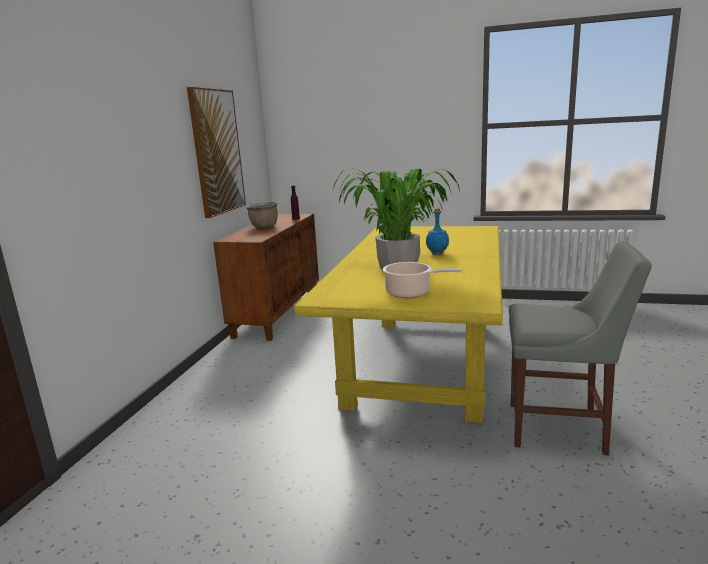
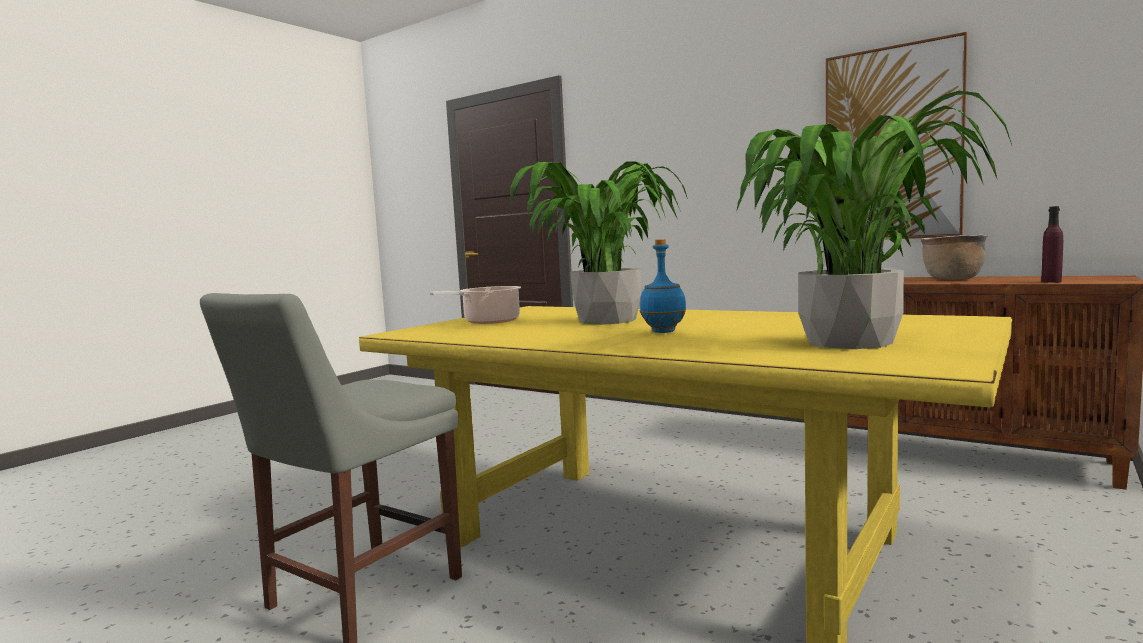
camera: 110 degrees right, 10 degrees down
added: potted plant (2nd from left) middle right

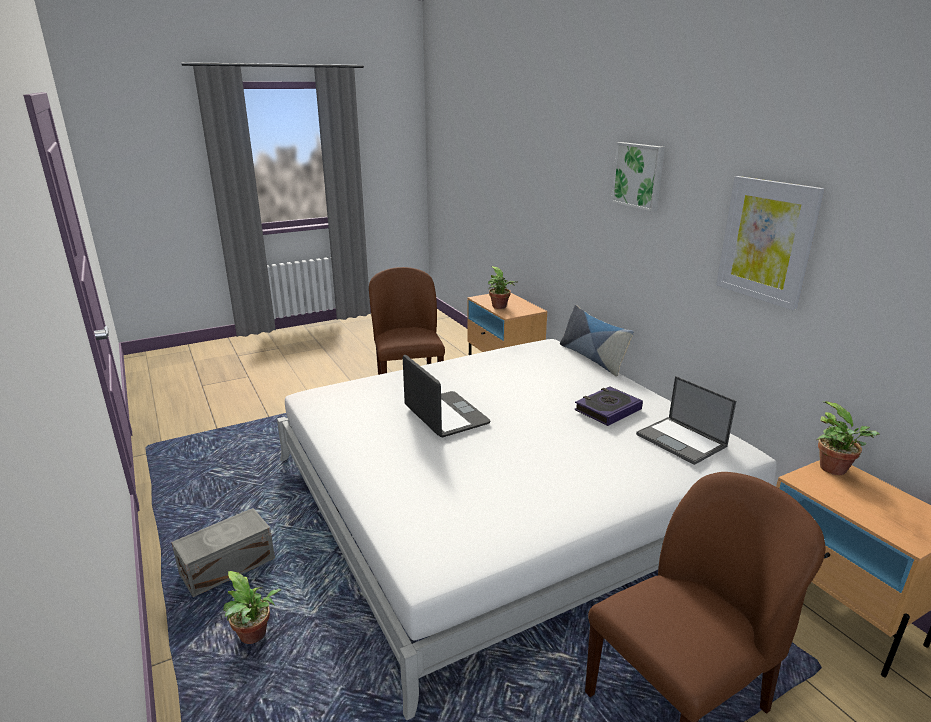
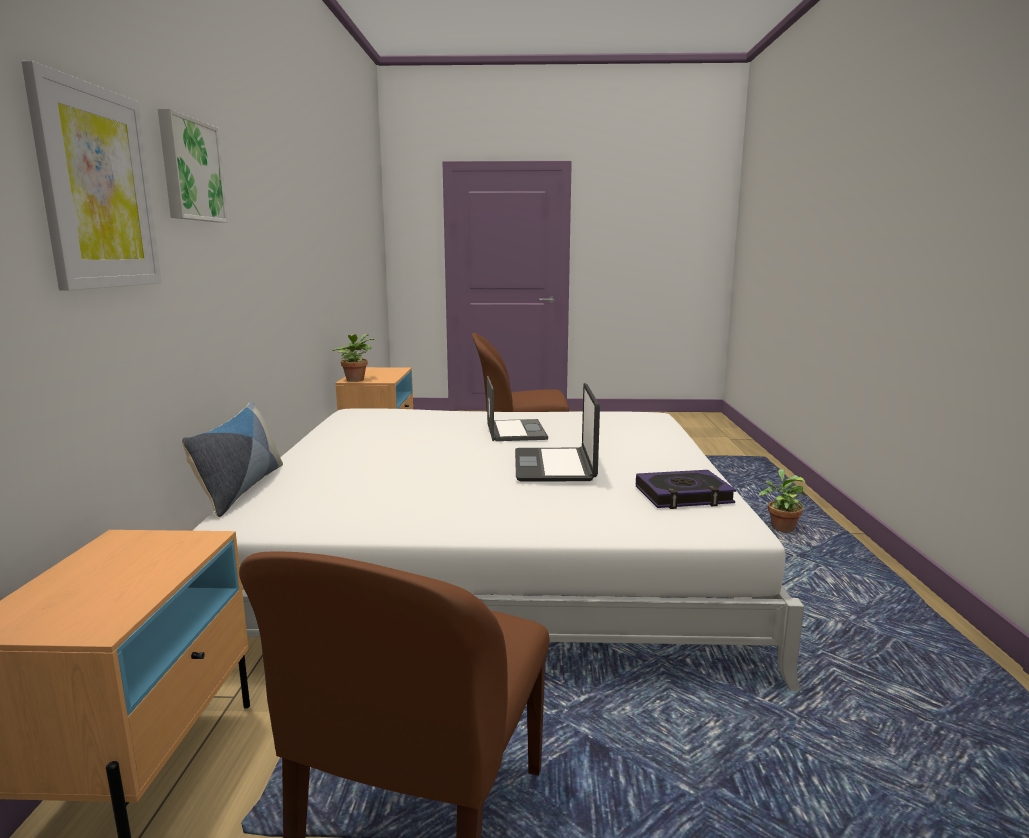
camera: 150 degrees left, 10 degrees down
removed: potted plant (2nd from left) centre; grey storage box bottom left
moved: picture (2nd from left in the first image) middle right to picture (1st from left) top left; laptop (2nd from left in the first image) middle right to laptop (1st from left) centre; book centre to middle right

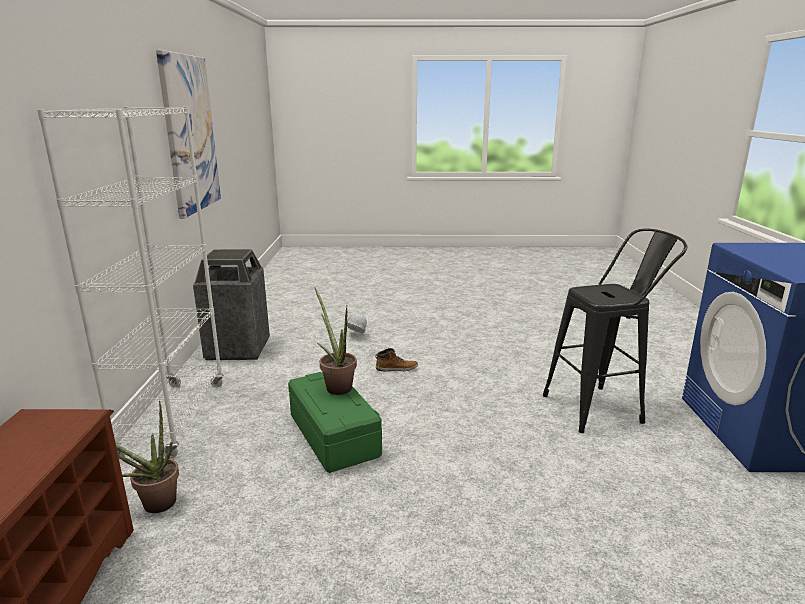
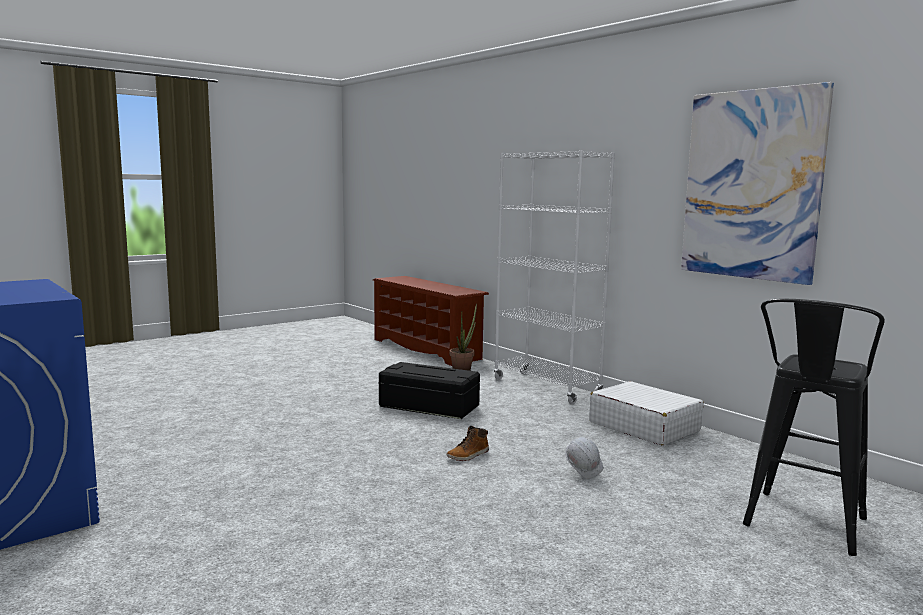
camera: 140 degrees right, 10 degrees down
removed: potted plant (2nd from left) centre
moved: black stool middle right to bottom right
replaced: trash can middle left to white suitcase bottom right
recoloured: green storage box bottom centre to black storage box centre

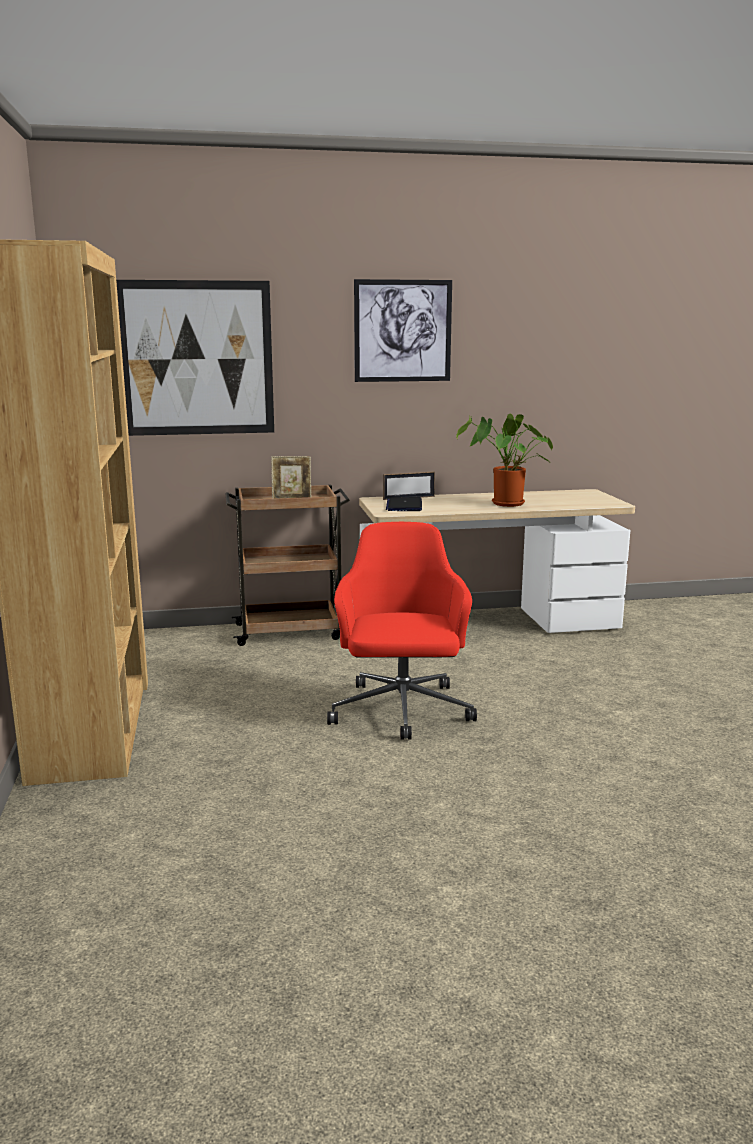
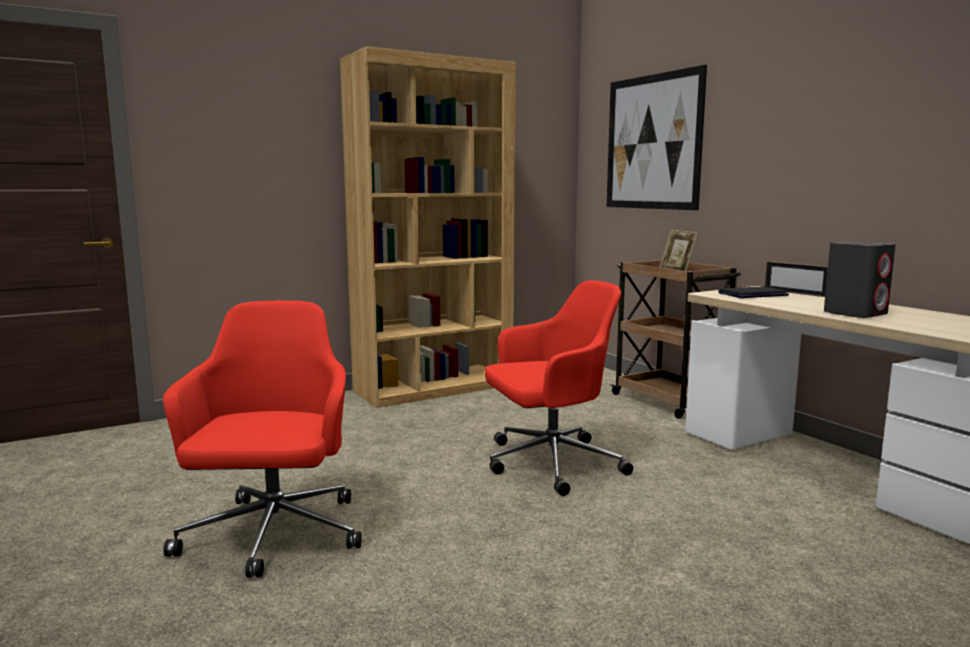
camera: 70 degrees right, 5 degrees down
removed: picture (2nd from left) top centre
added: red office chair (1st from left) bottom left
replaced: potted plant middle right to grey speaker middle right

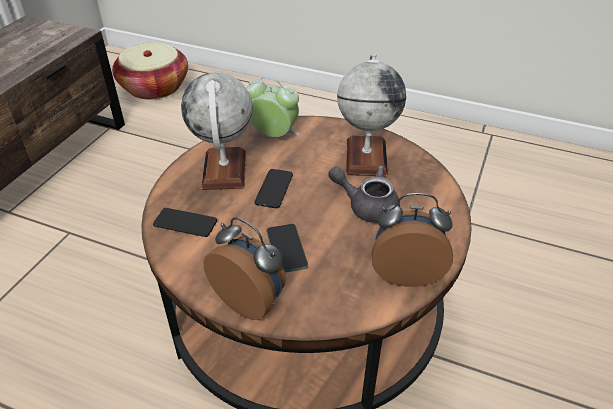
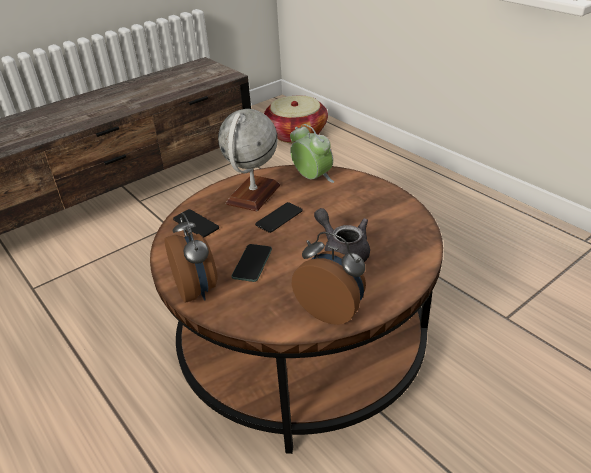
camera: 30 degrees right, 5 degrees down
removed: globe (2nd from left) top centre

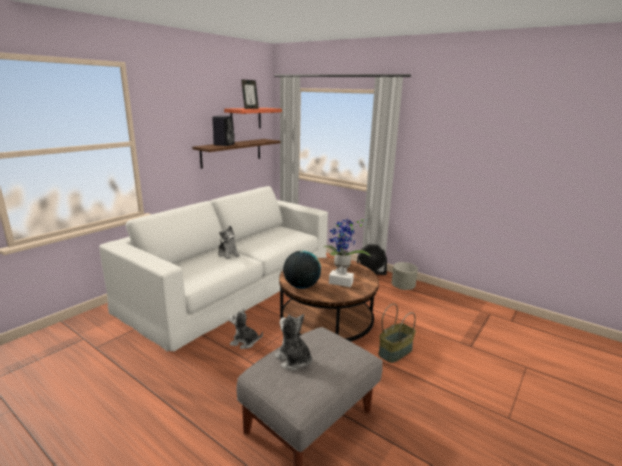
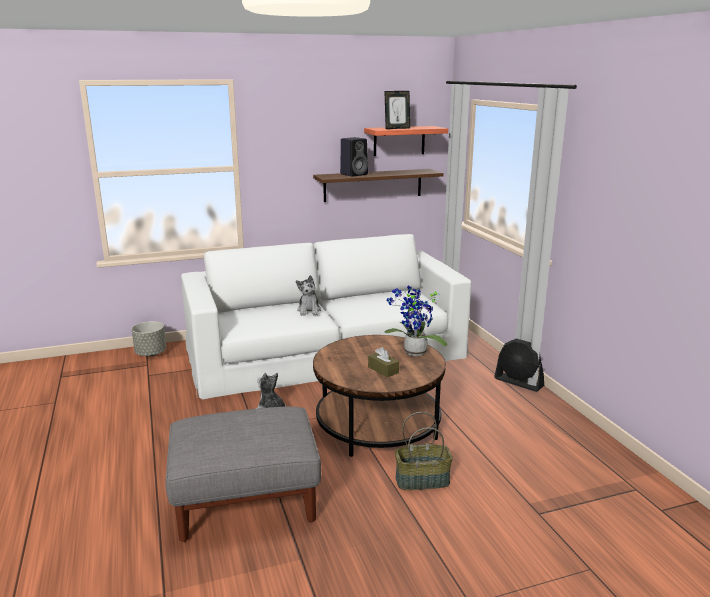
camera: 35 degrees right, 0 degrees up
removed: globe centre; plush toy (3rd from left) bottom centre
moved: grey planter centre to middle left
recoloured: white tissue box centre to brown tissue box centre

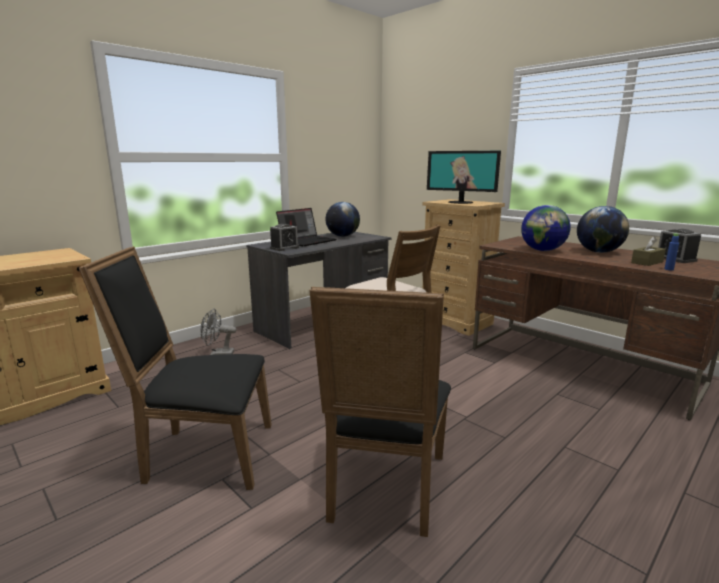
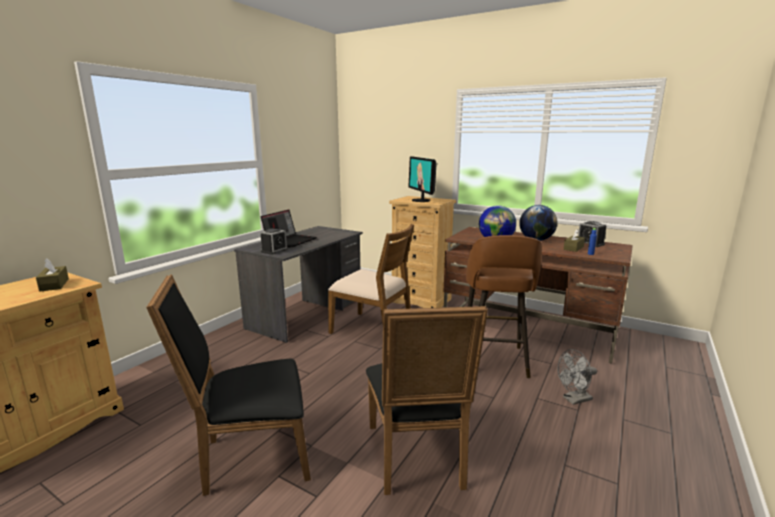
camera: 15 degrees left, 0 degrees up
removed: globe (1st from left) centre
added: brown stool centre; brown tissue box (1st from left) middle left
moved: grey fan middle left to bottom right
turned: monitor top centre = centre 60 degrees clockwise

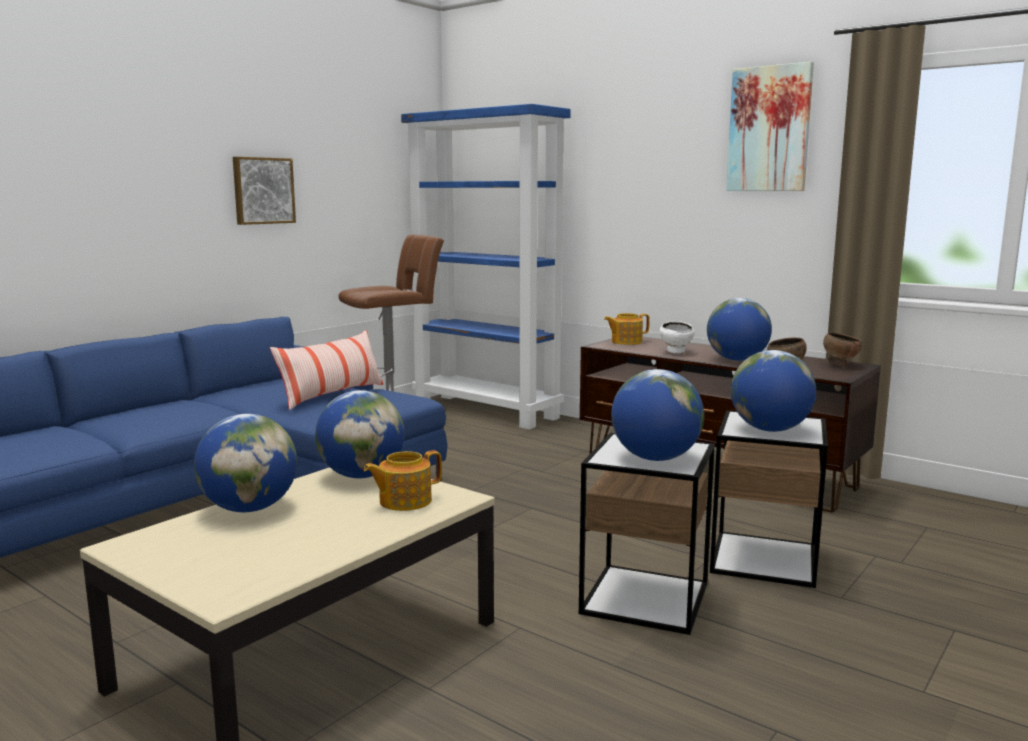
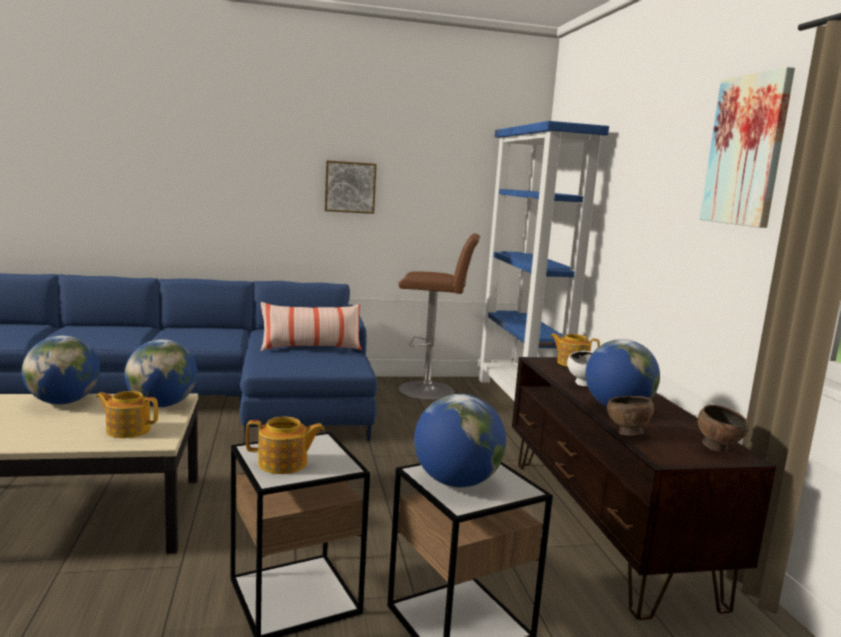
camera: 40 degrees right, 0 degrees up
replaced: globe (3rd from left) centre to teapot (2nd from left) bottom centre

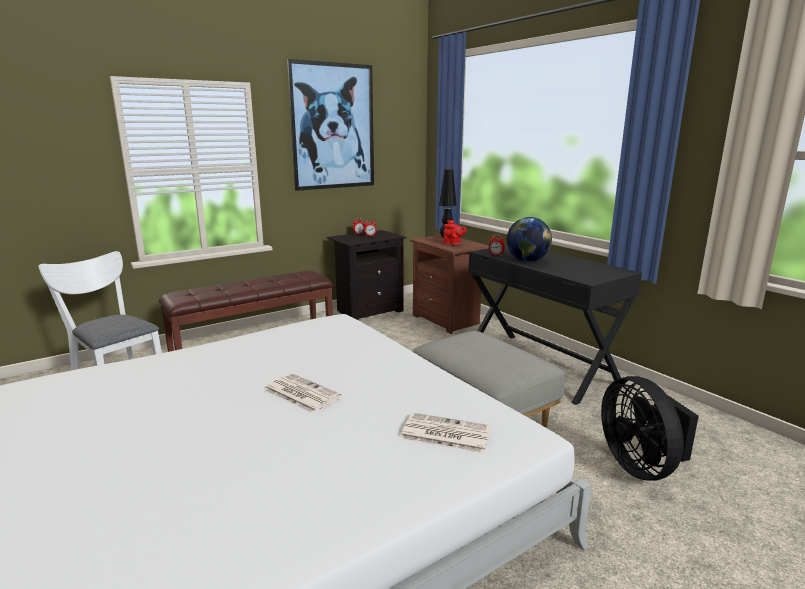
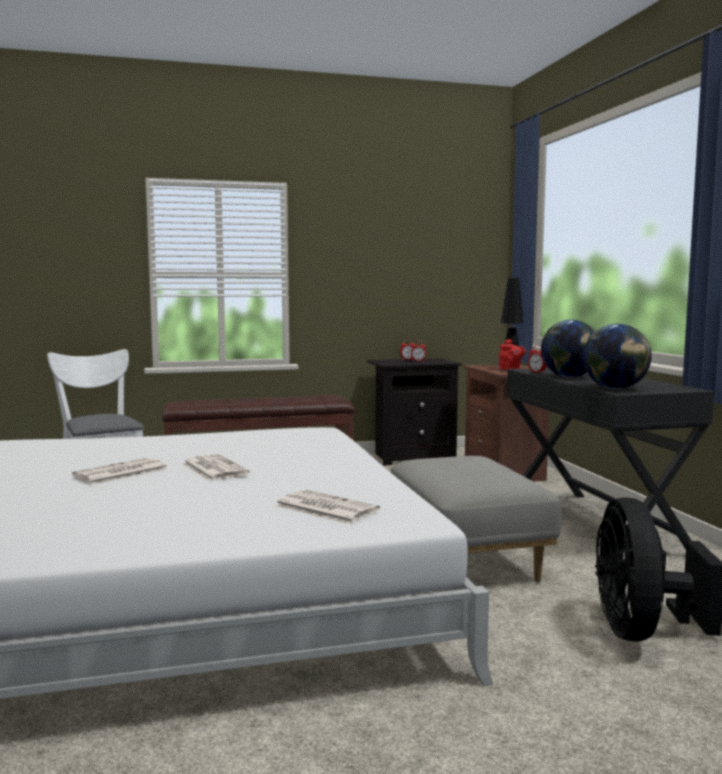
camera: 20 degrees right, 10 degrees down
removed: picture top centre
added: globe (2nd from left) middle right; newspaper (1st from left) middle left

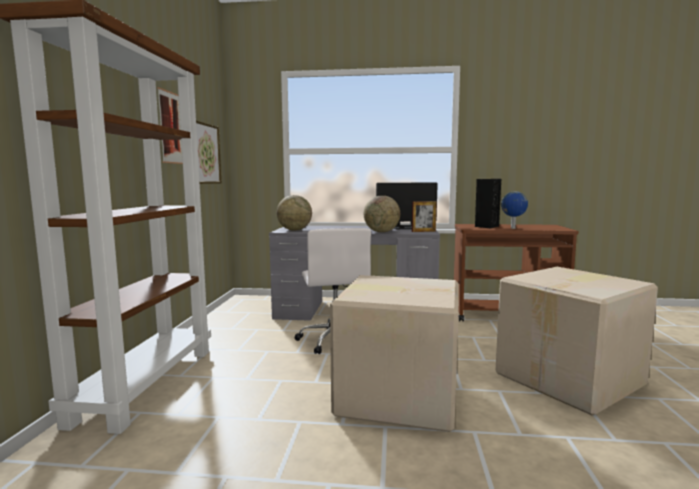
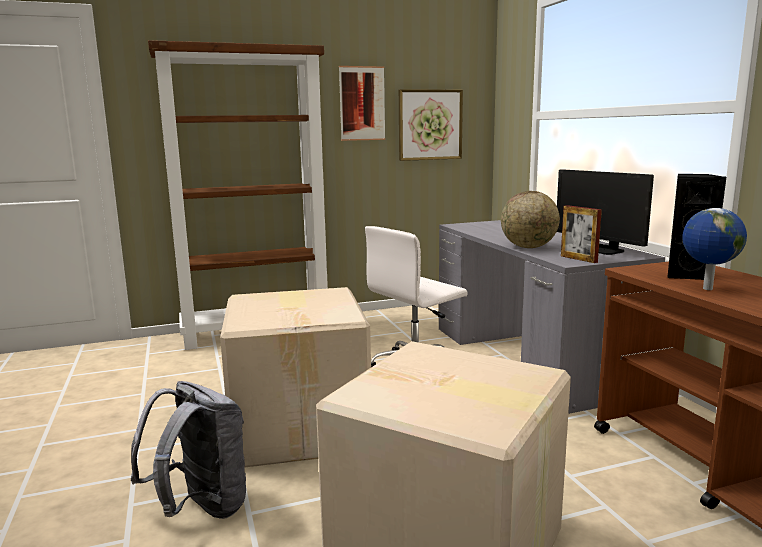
camera: 65 degrees right, 5 degrees up
removed: globe (1st from left) centre
added: grey backpack bottom left

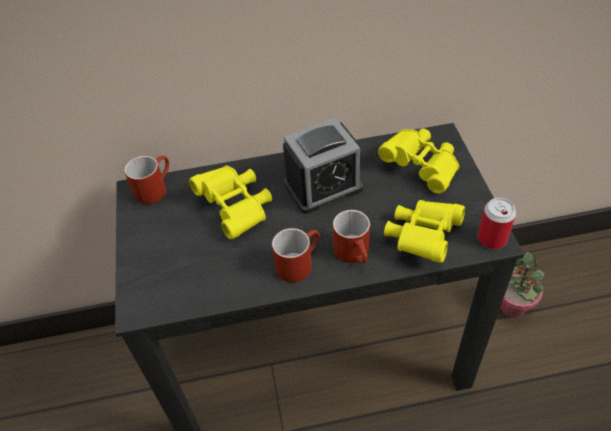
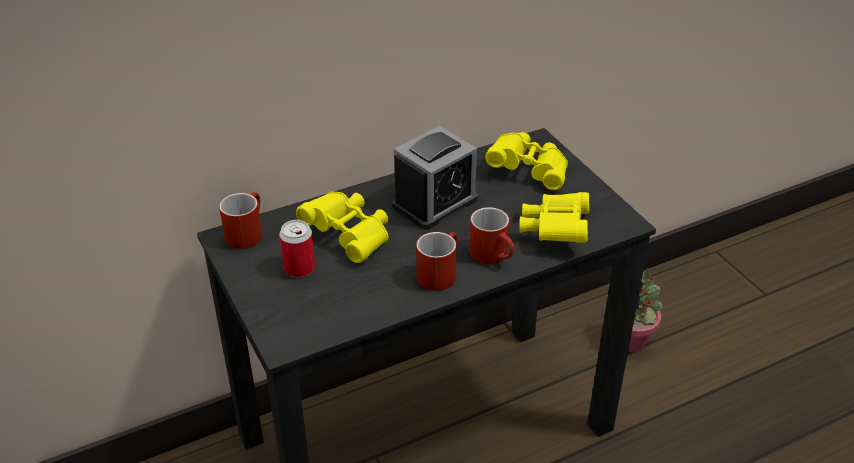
camera: 20 degrees left, 10 degrees down
moved: can middle right to centre

